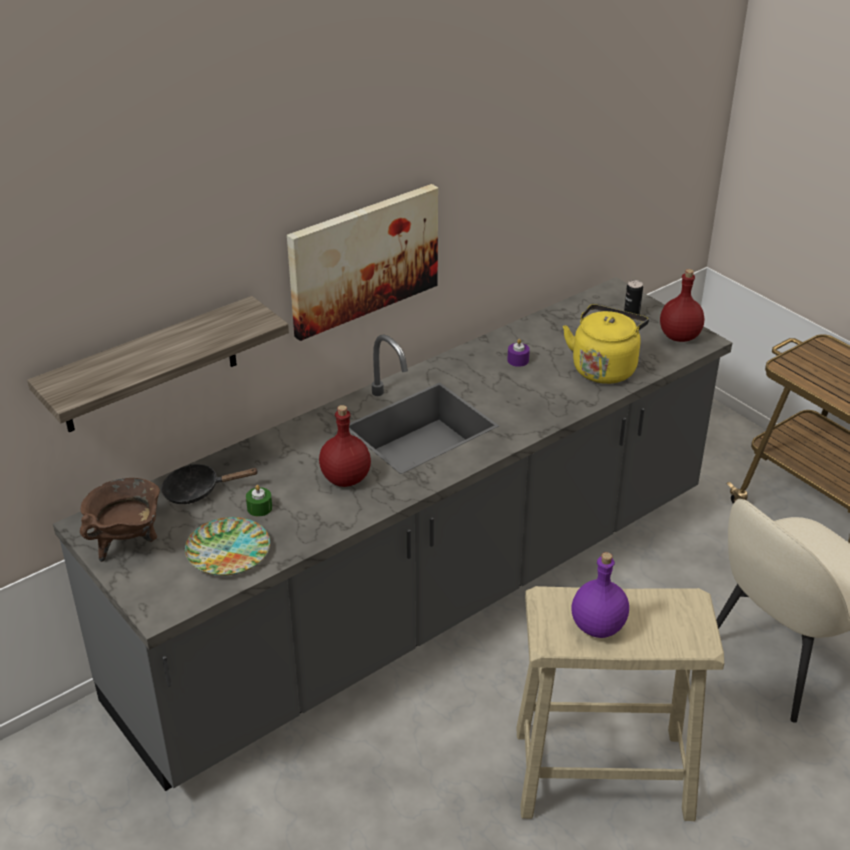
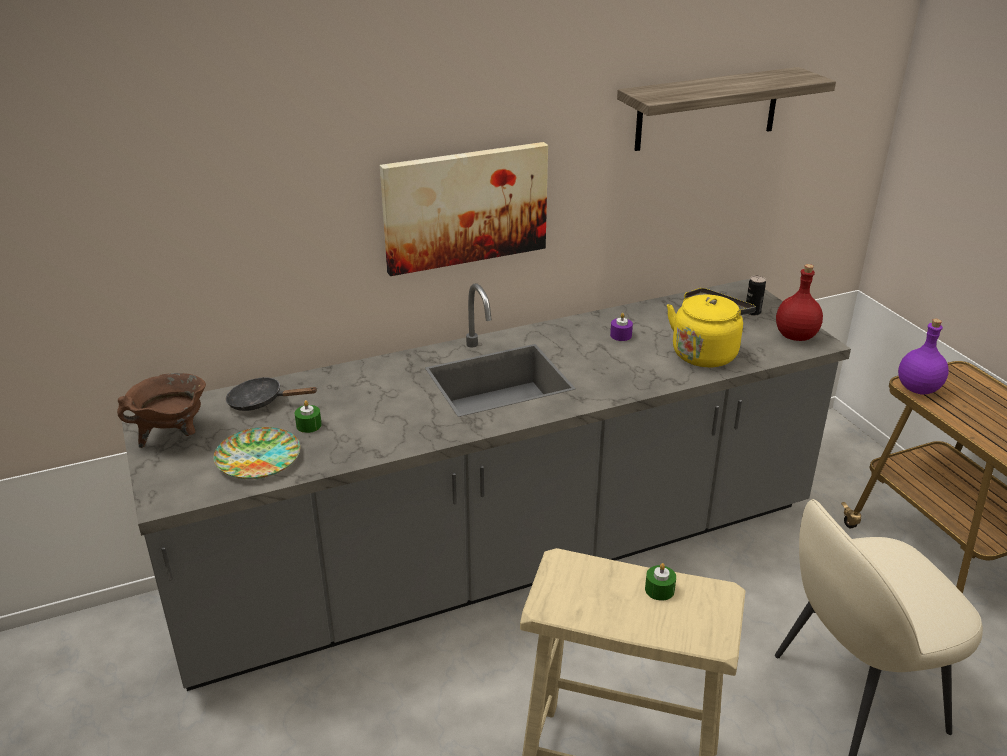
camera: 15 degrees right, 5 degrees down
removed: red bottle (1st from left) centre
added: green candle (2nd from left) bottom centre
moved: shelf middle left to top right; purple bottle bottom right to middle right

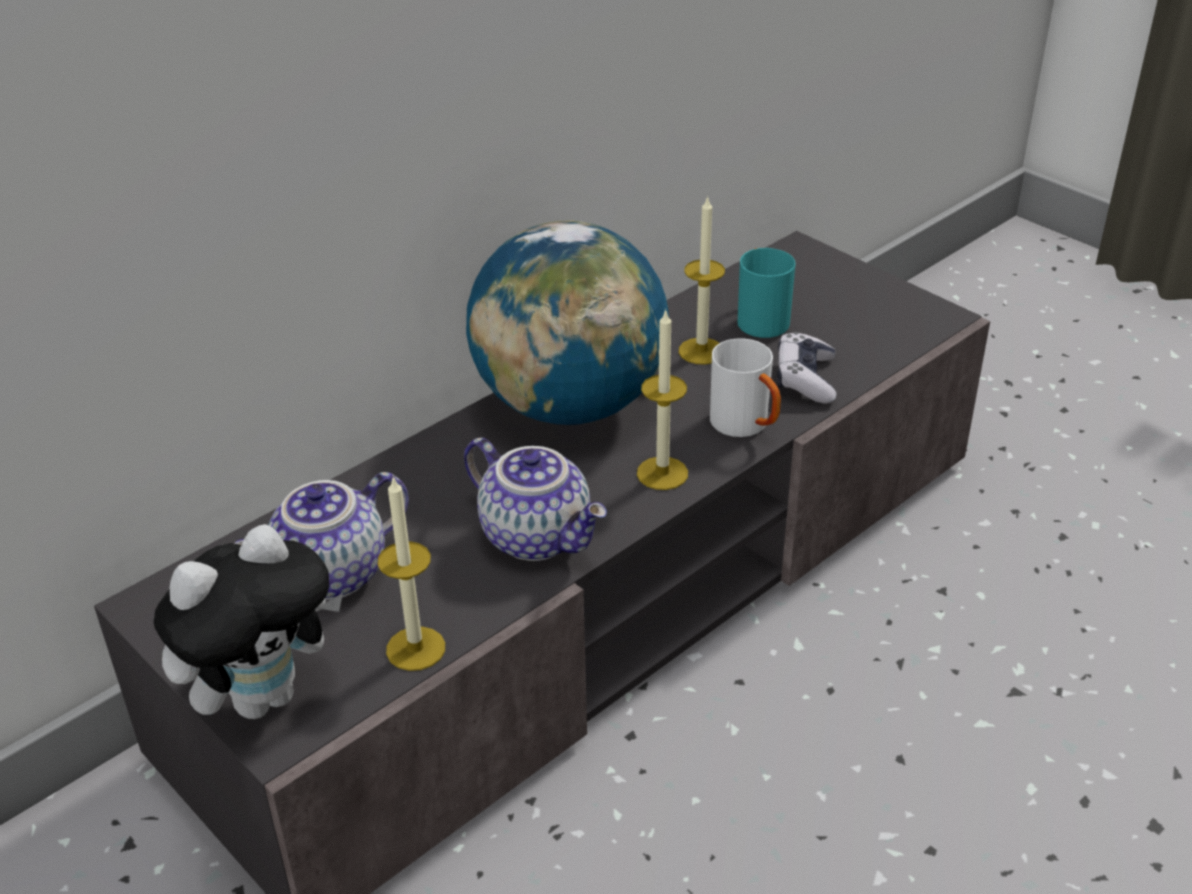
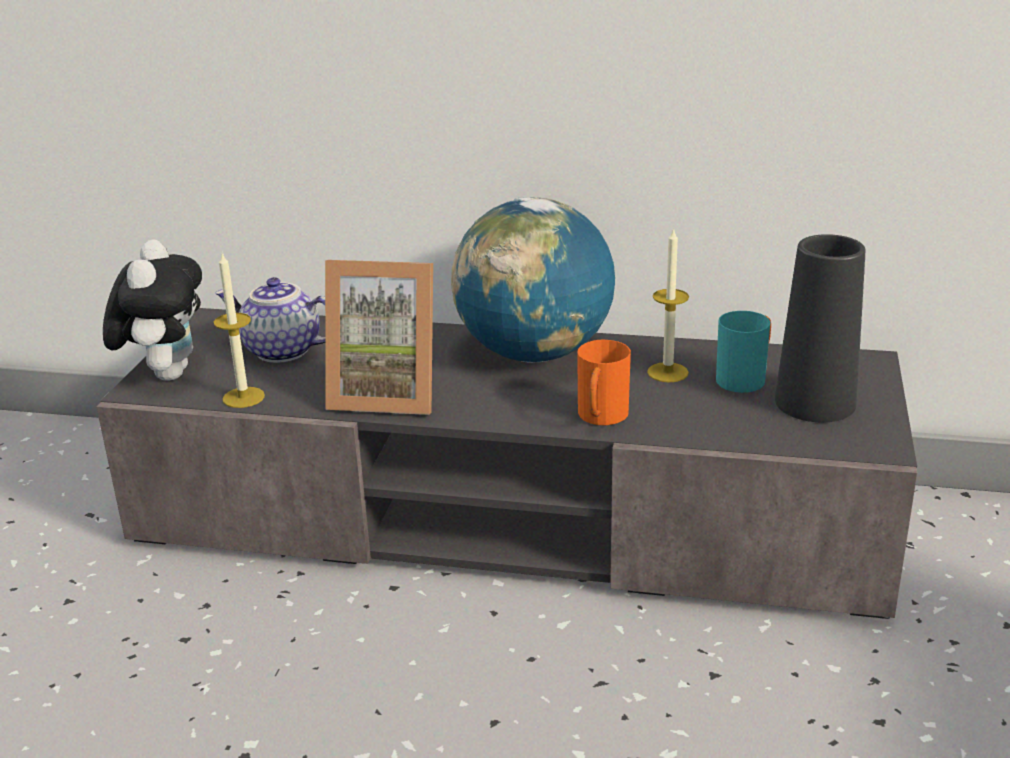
camera: 55 degrees right, 10 degrees down
removed: candle (2nd from left) centre; game controller middle right
added: black vase middle right
replaced: teapot (2nd from left) centre to picture frame centre
recoloured: white mug centre to orange mug centre
turned: plush toy bottom left = middle left 105 degrees counterclockwise

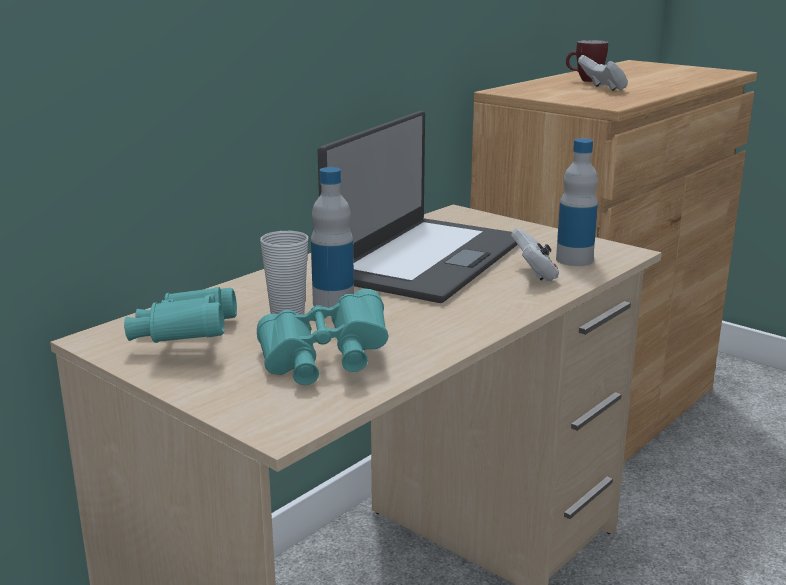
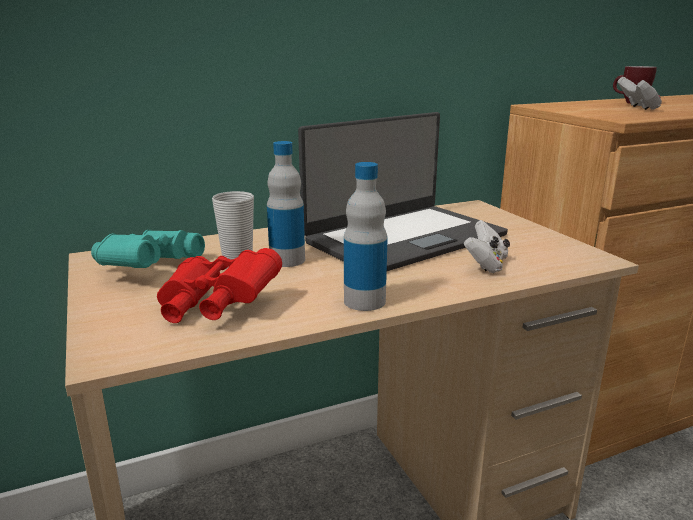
camera: 25 degrees right, 0 degrees up
moved: bottle (2nd from left) middle right to centre
recoloured: turquoise binoculars (2nd from left) centre to red binoculars middle left

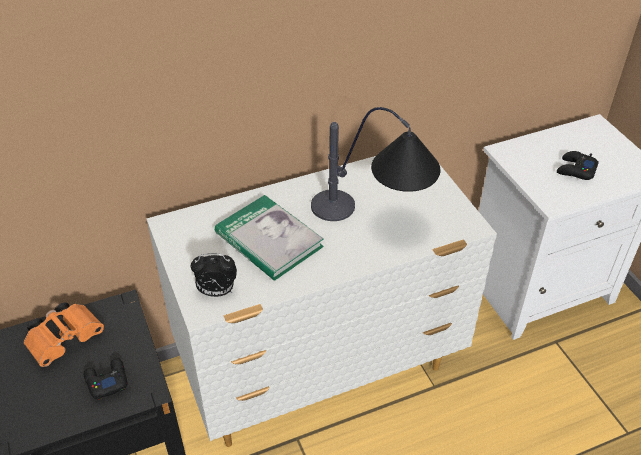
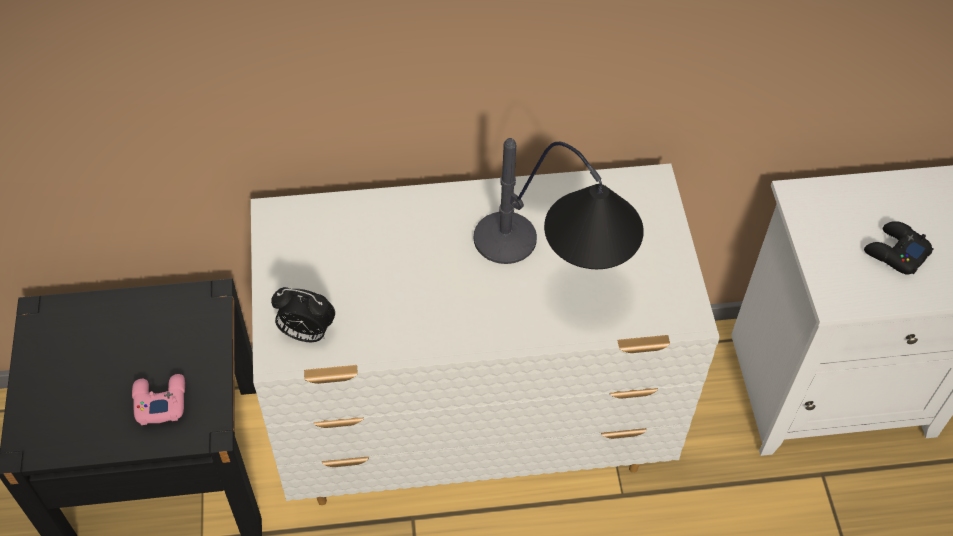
camera: 15 degrees right, 10 degrees up
removed: book centre; orange binoculars bottom left
recoloured: black game controller (1st from left) bottom left to pink game controller bottom left

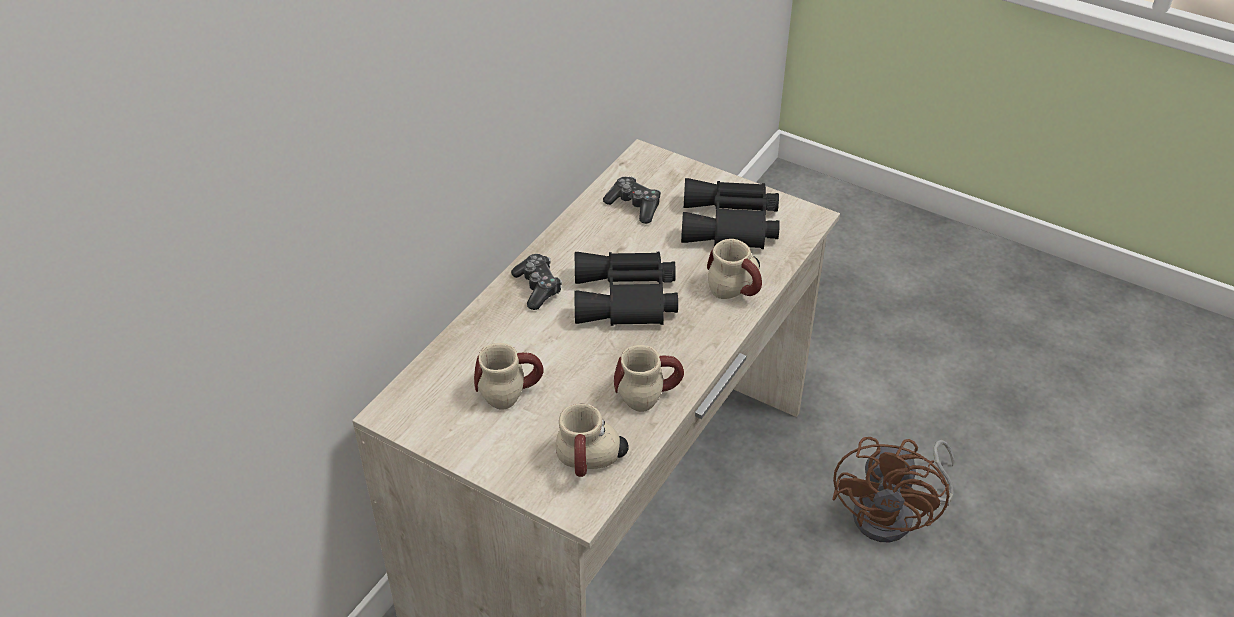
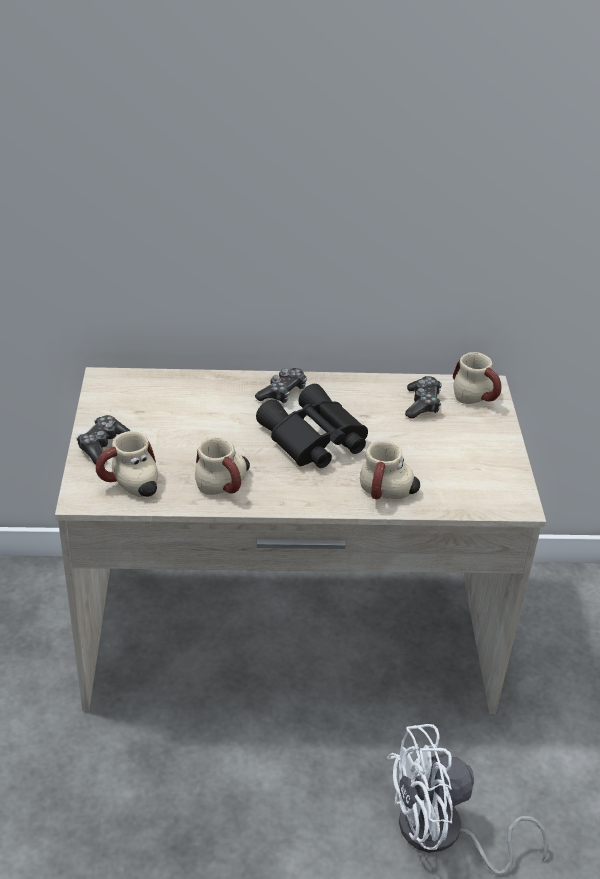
camera: 55 degrees right, 5 degrees down
removed: black binoculars (2nd from left) centre
added: game controller (1st from left) middle left
moved: mug (1st from left in the first image) centre to mug (4th from left) middle right
recoloured: brown fan bottom right to white fan bottom right

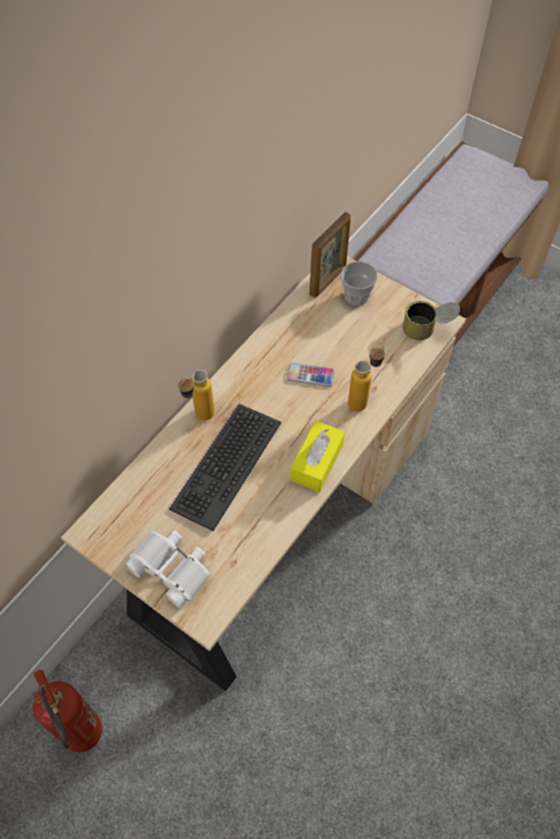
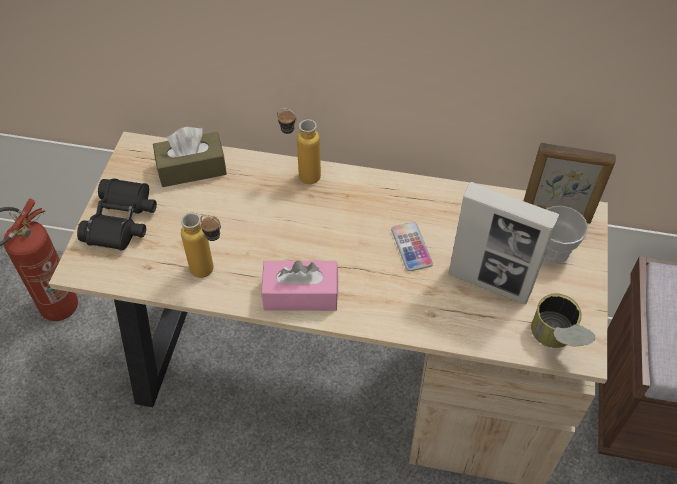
camera: 65 degrees right, 5 degrees down
removed: keyboard centre
added: brown tissue box top left; picture frame (1st from left) middle right
moved: bottle (2nd from left in the first image) centre to bottle (1st from left) middle left
recoloured: yellow tissue box centre to pink tissue box centre; white binoculars bottom left to black binoculars middle left

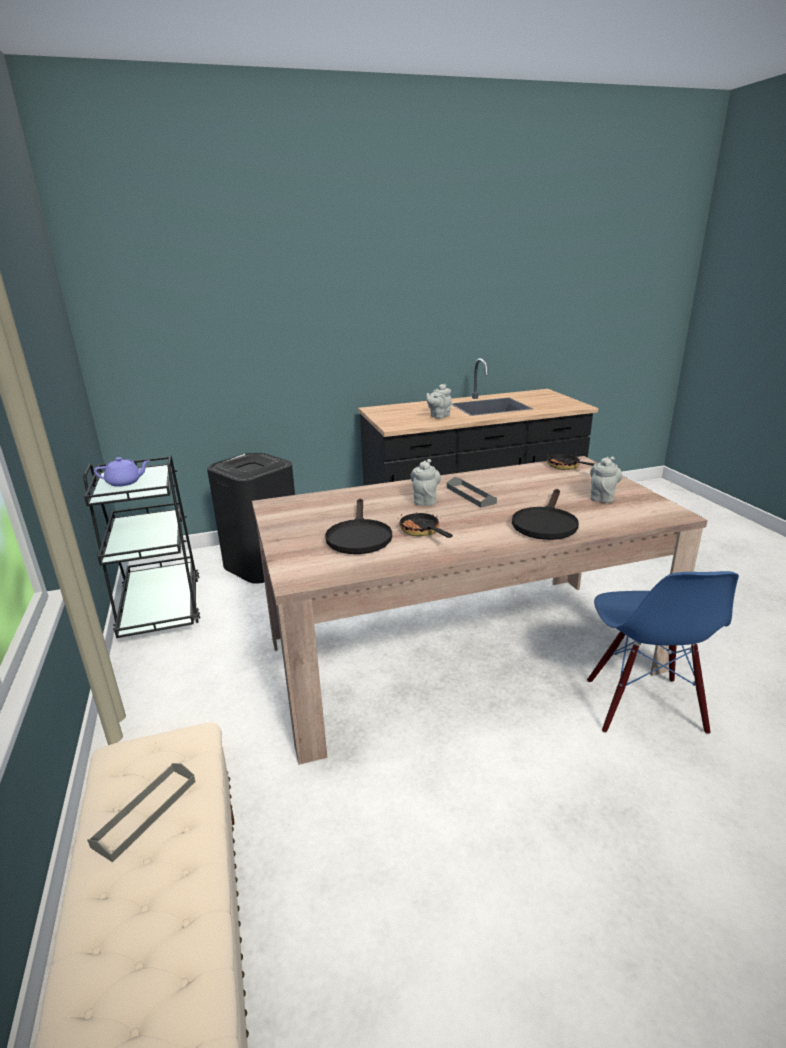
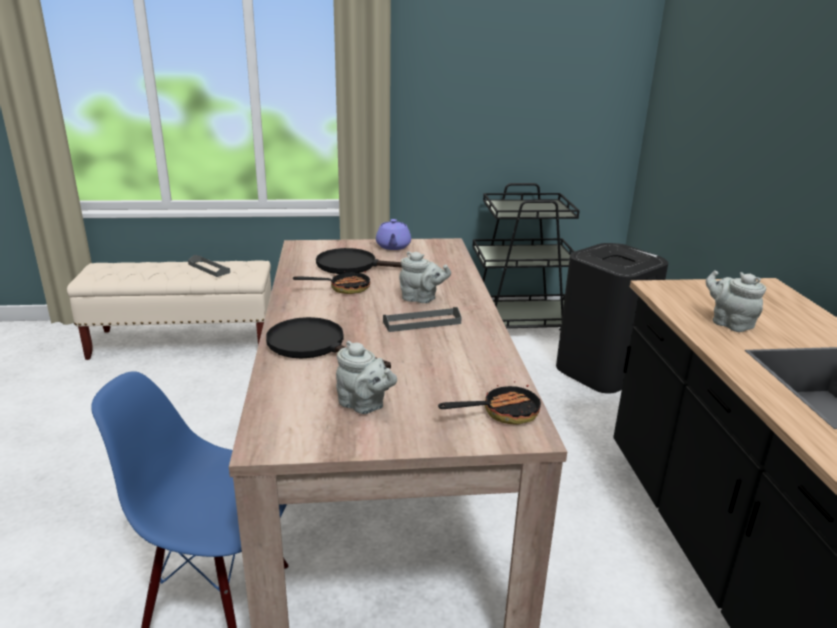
camera: 100 degrees right, 0 degrees up
moved: purple teapot middle left to centre

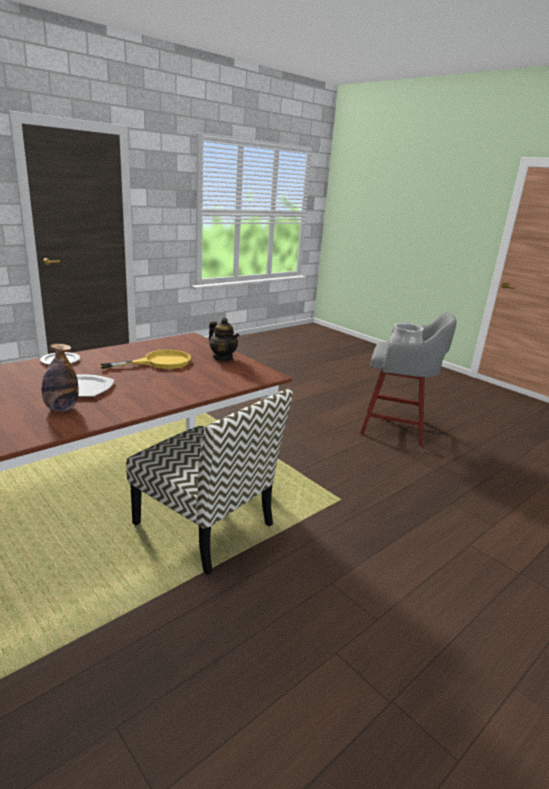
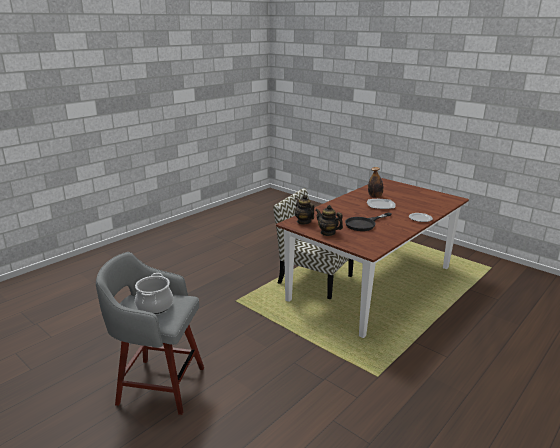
camera: 175 degrees right, 0 degrees up
added: teapot (1st from left) centre
recoloured: yellow frying pan middle left to black frying pan centre

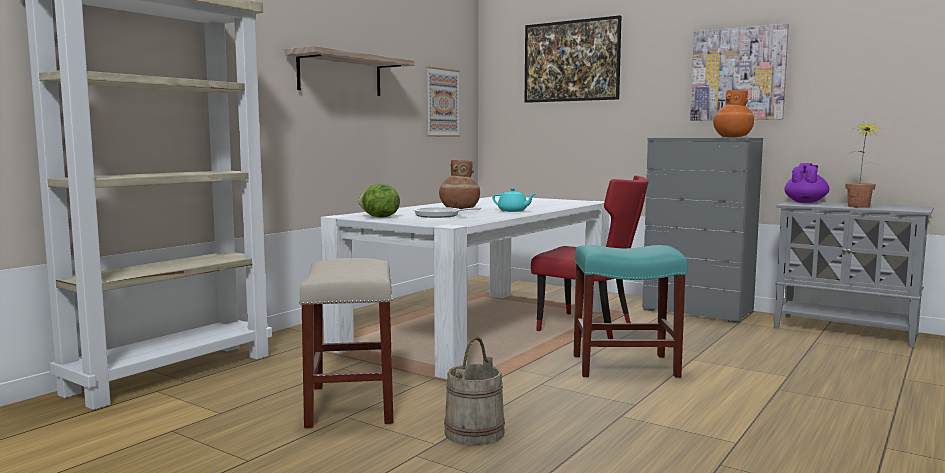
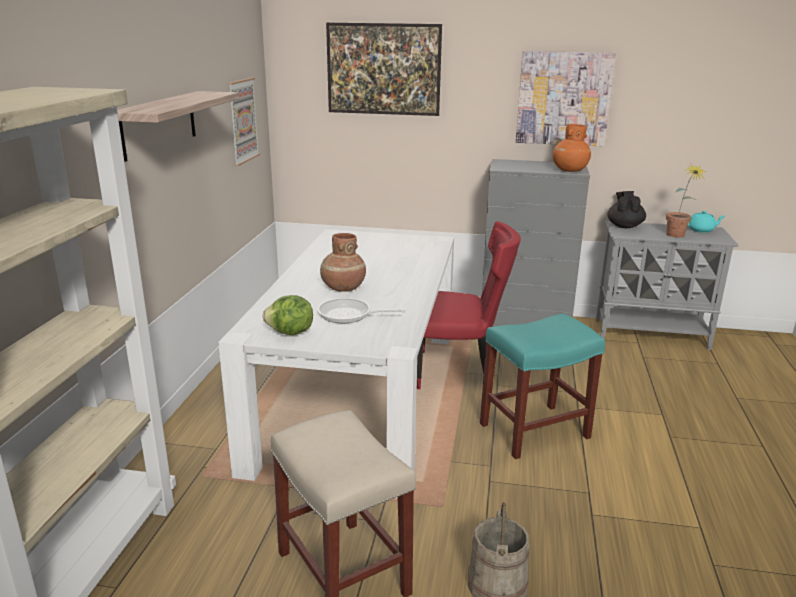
camera: 25 degrees left, 15 degrees up
moved: turquoise teapot centre to middle right
recoloured: purple teapot middle right to black teapot middle right

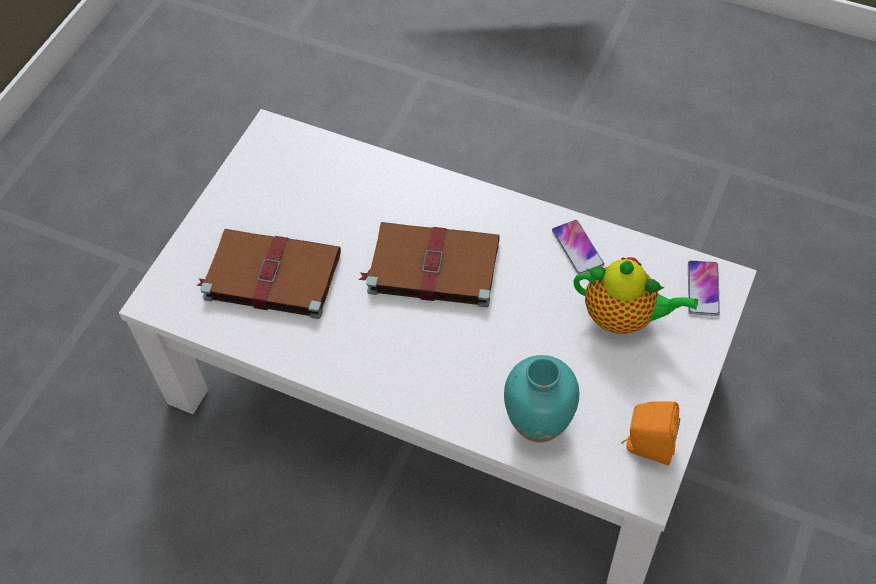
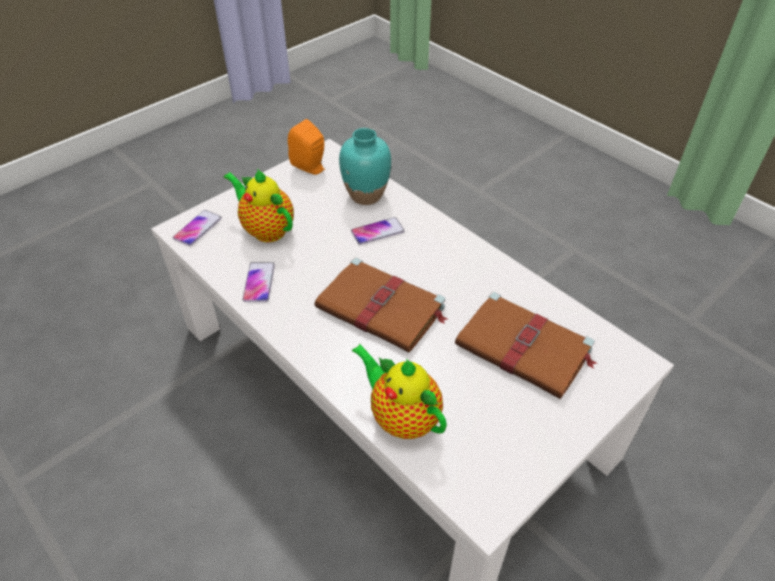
camera: 160 degrees left, 10 degrees down
added: phone (3rd from left) centre; teapot (2nd from left) bottom centre

